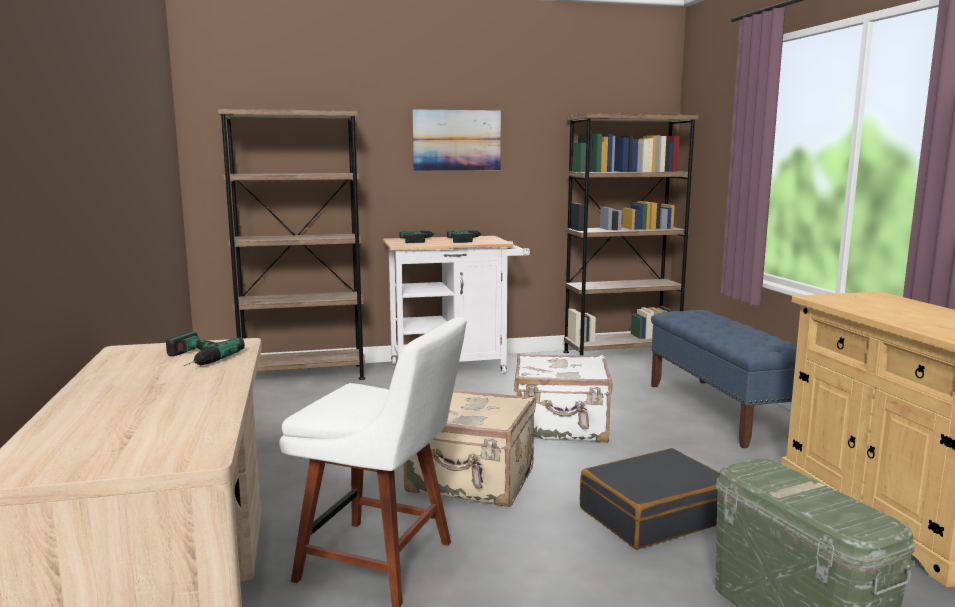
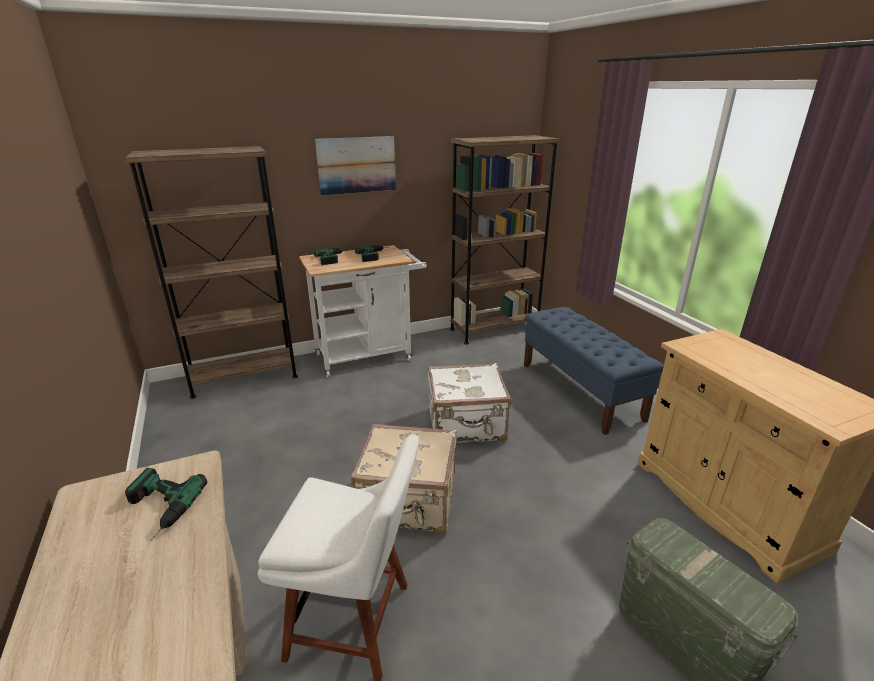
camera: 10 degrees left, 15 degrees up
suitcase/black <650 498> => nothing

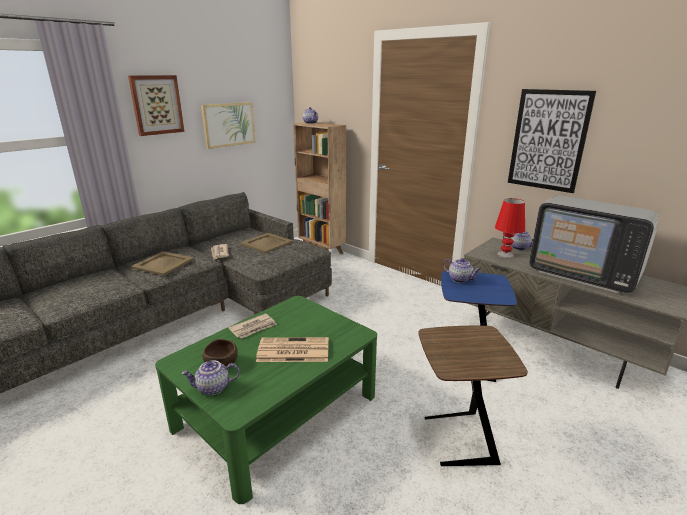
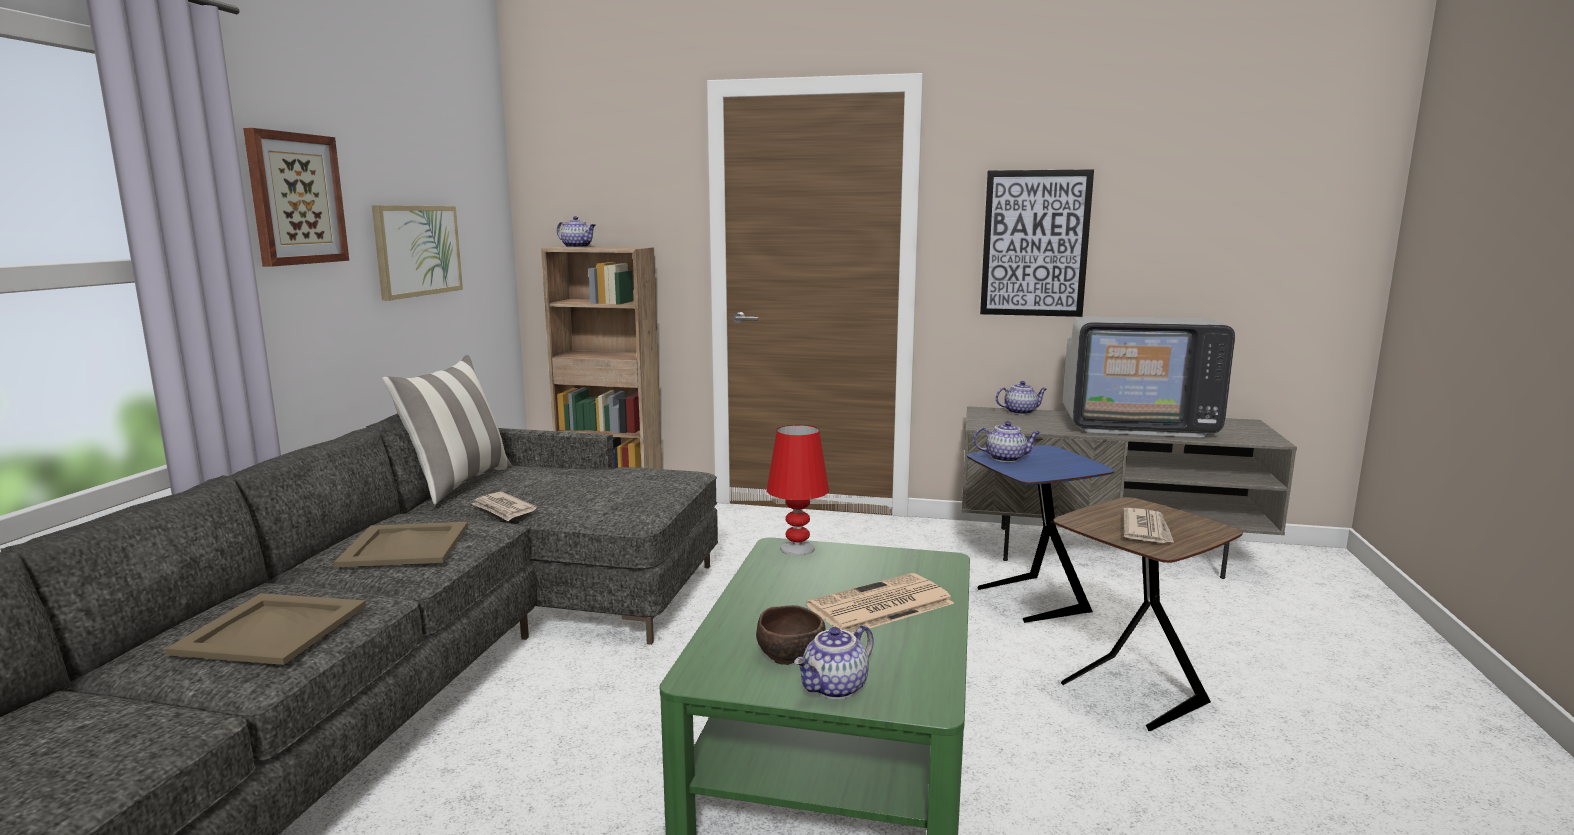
camera: 30 degrees left, 10 degrees down
tray/beige <266 243> => tray/beige <265 629>, shifted
nothing => pillow <447 430>
table lamp/reddish <510 228> => table lamp/reddish <798 490>, shifted
printed paper <252 326> => printed paper <1148 525>, shifted

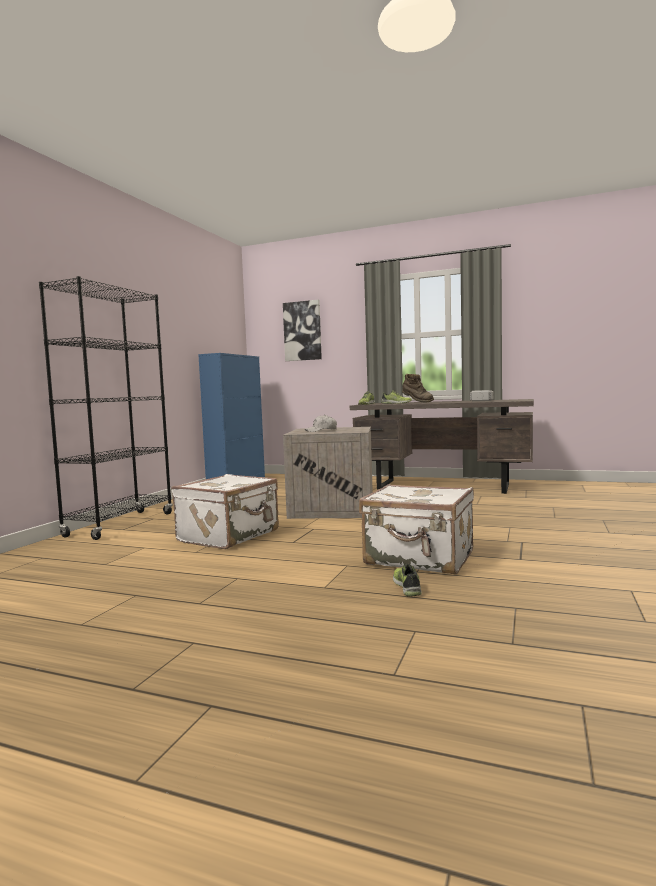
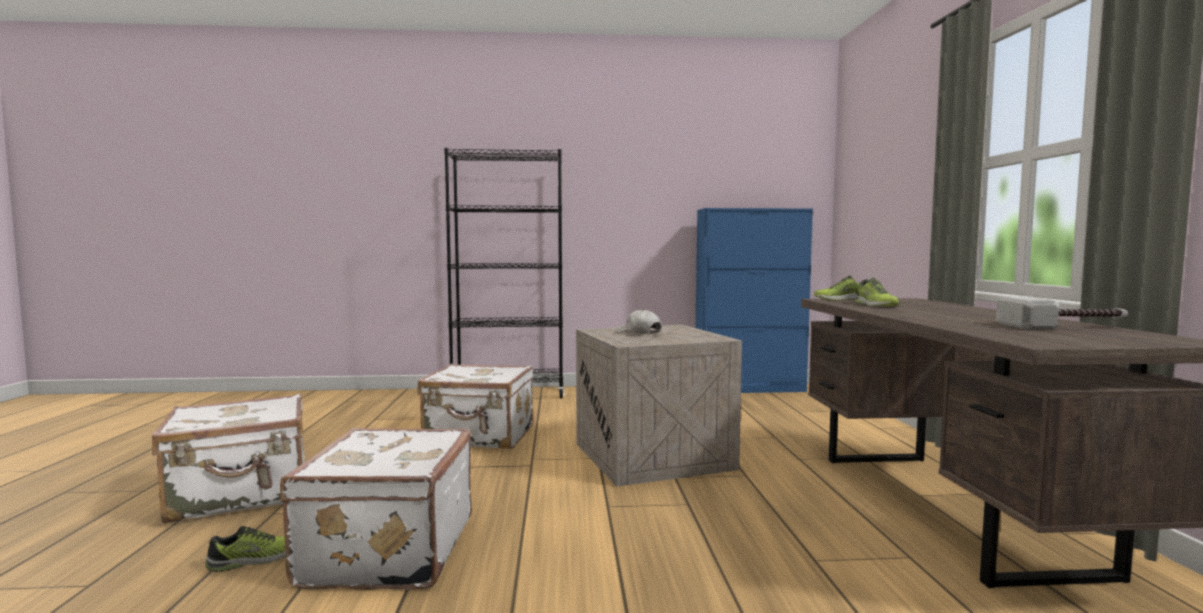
camera: 65 degrees right, 0 degrees up
nothing => suitcase/white <228 458>
picture <302 330> => nothing
tall boot/brown-coloured <418 388> => nothing

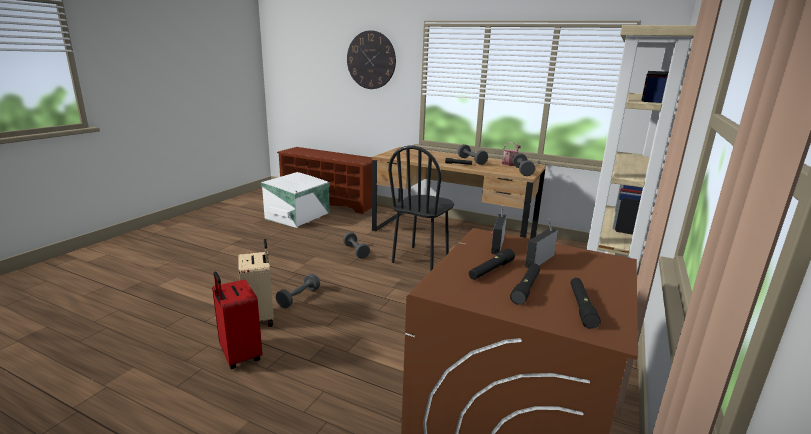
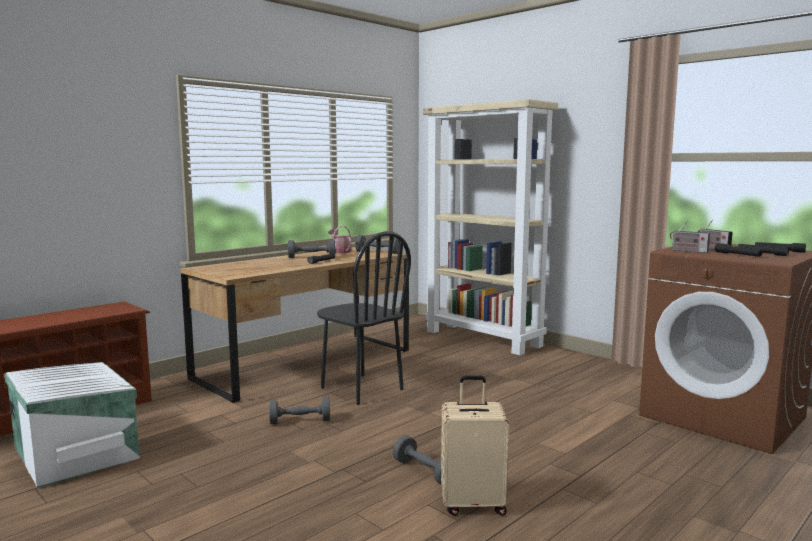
camera: 70 degrees left, 10 degrees down
suitcase/reddish <237 320> => nothing
clock on the wall <371 59> => nothing

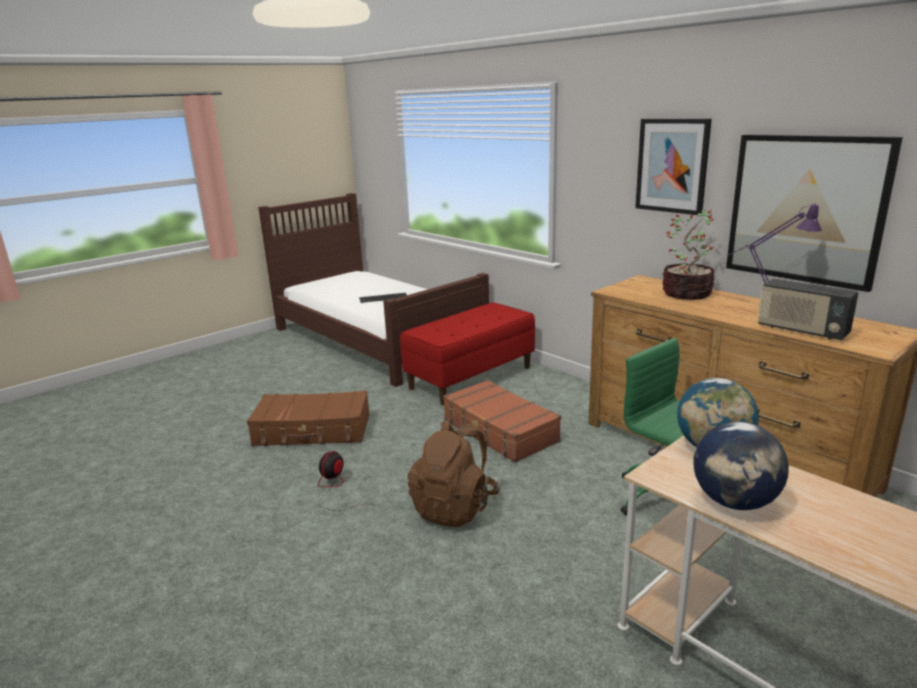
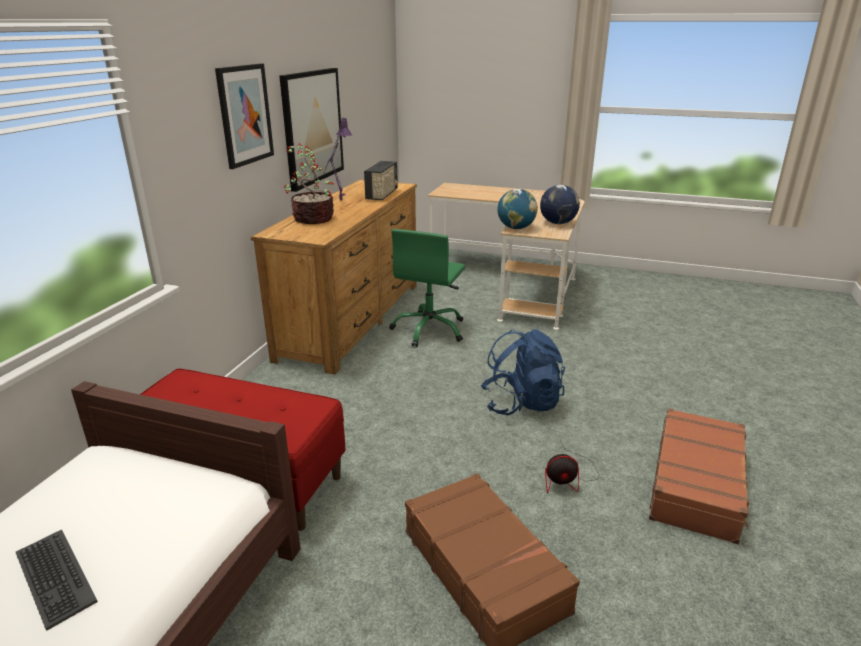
camera: 120 degrees left, 5 degrees up
backpack/brown-coloured <453 474> => backpack/bluish <523 372>
suitcase/brown-coloured <502 421> => suitcase/brown-coloured <699 476>, shifted

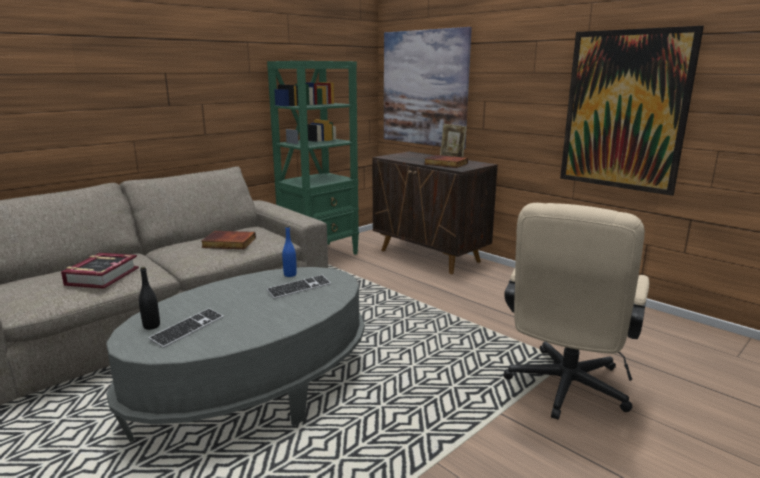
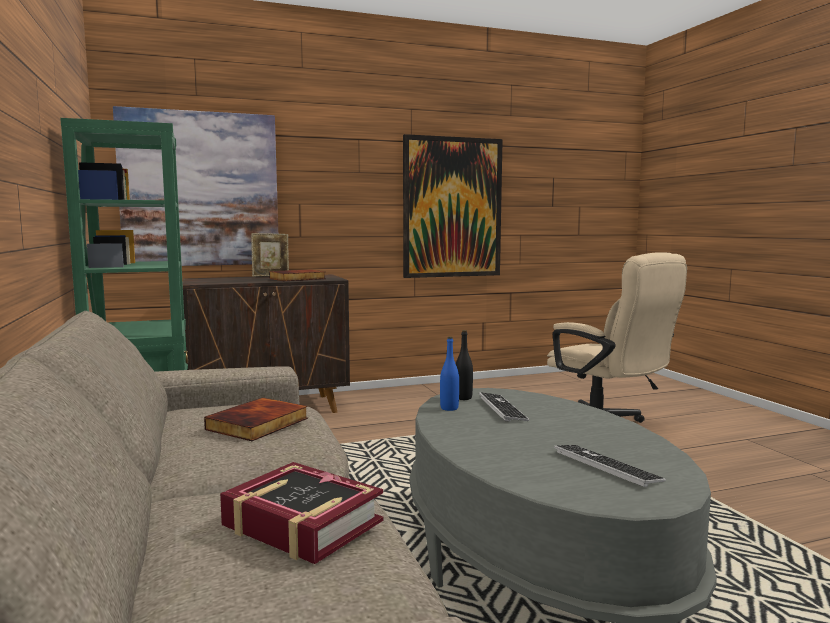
camera: 65 degrees left, 10 degrees down
bottle/black <149 298> => bottle/black <464 365>, shifted

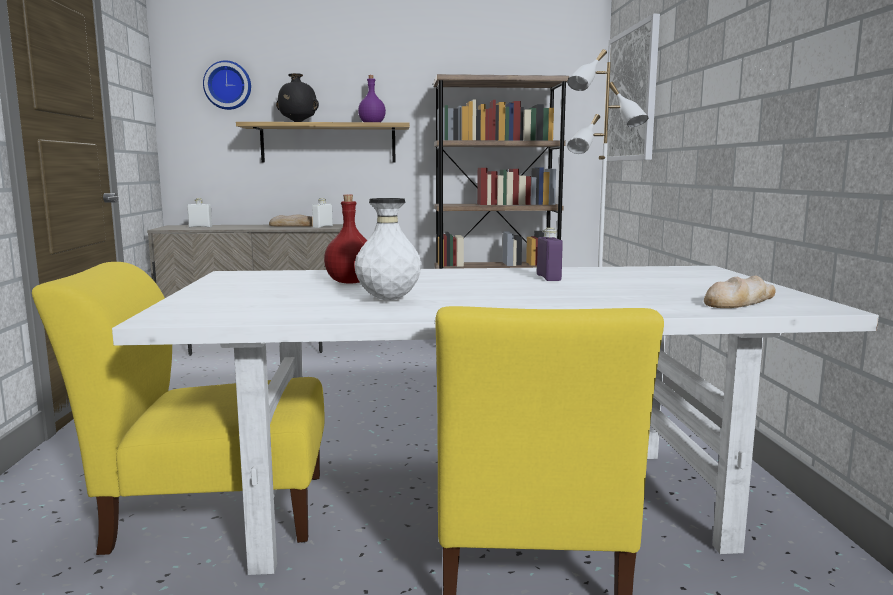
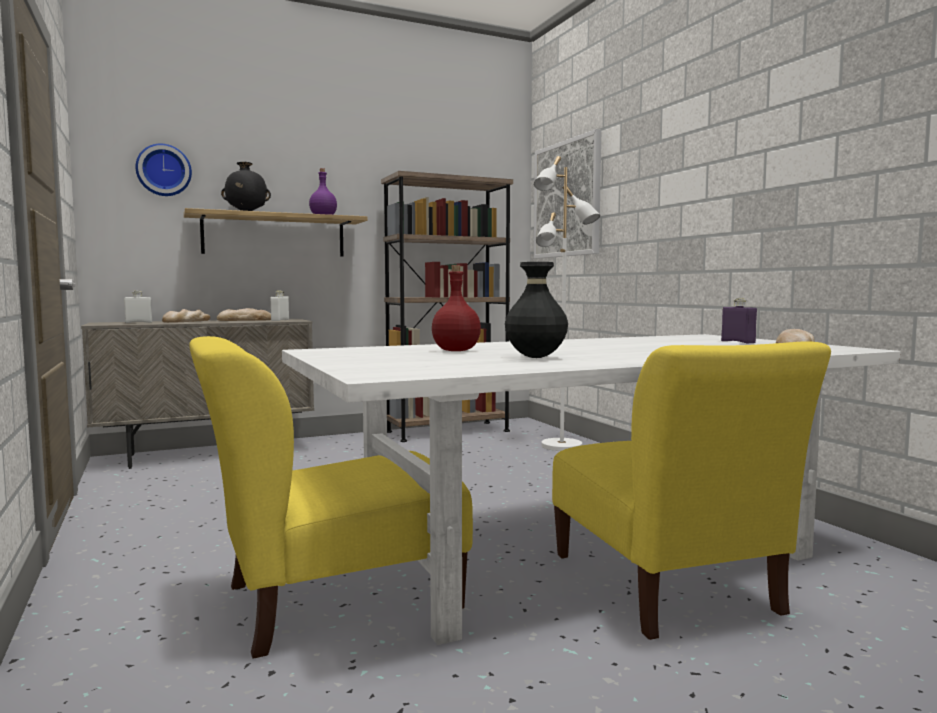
camera: 20 degrees left, 5 degrees down
nothing => bakery bread <186 316>
vase/white <388 249> => vase/black <536 310>
bottle/purplish <550 254> => bottle/purplish <739 320>, shifted

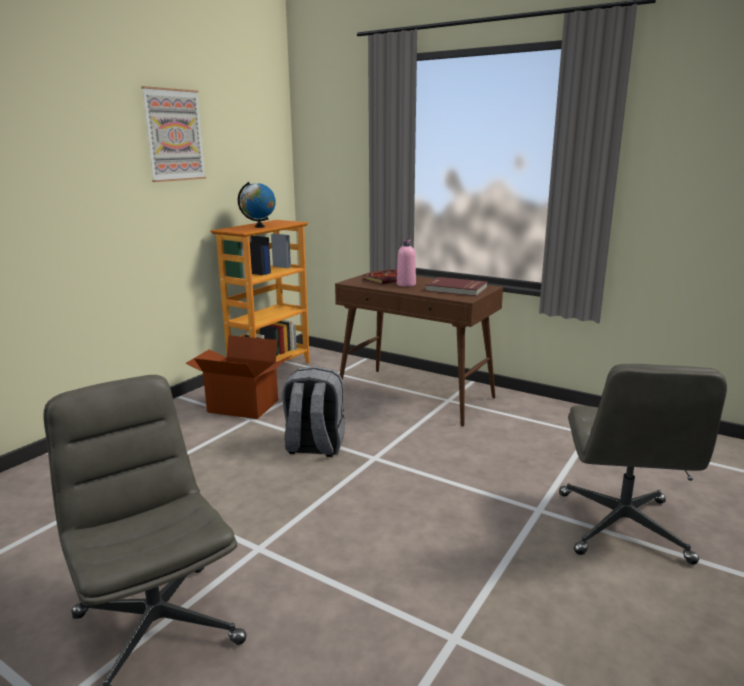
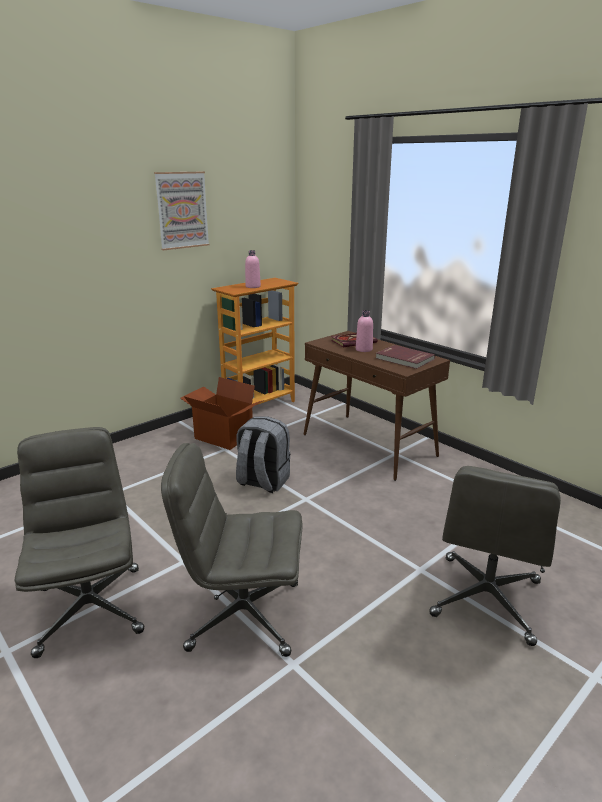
camera: 15 degrees right, 5 degrees up
nothing => computer chair/greyish <232 550>
globe <257 205> => bottle/pink-coloured <253 269>

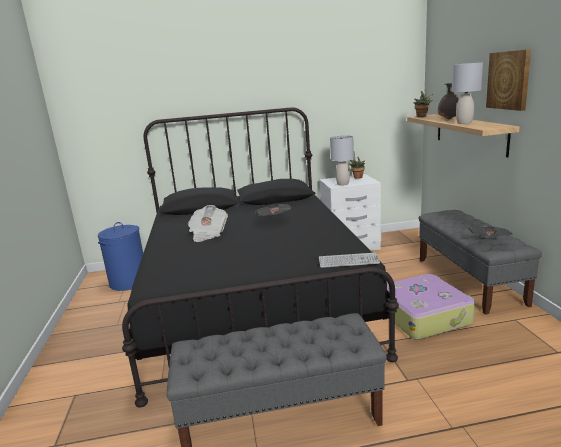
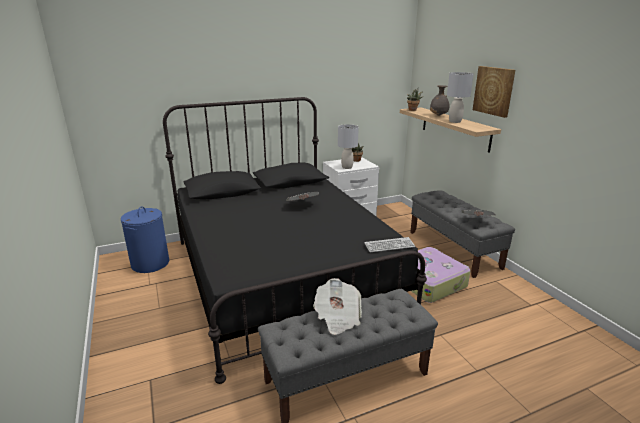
camera: 15 degrees left, 5 degrees up
printed paper <208 223> => printed paper <337 306>, shifted

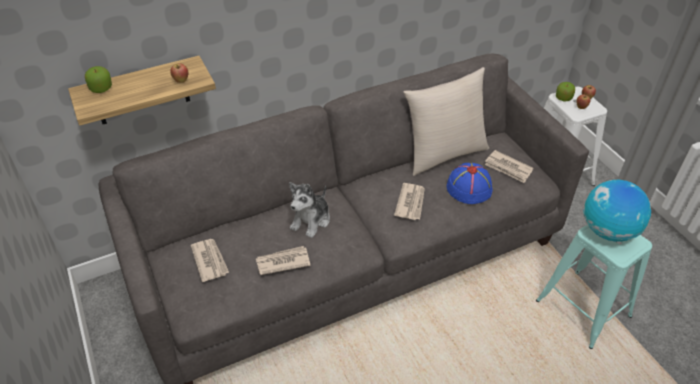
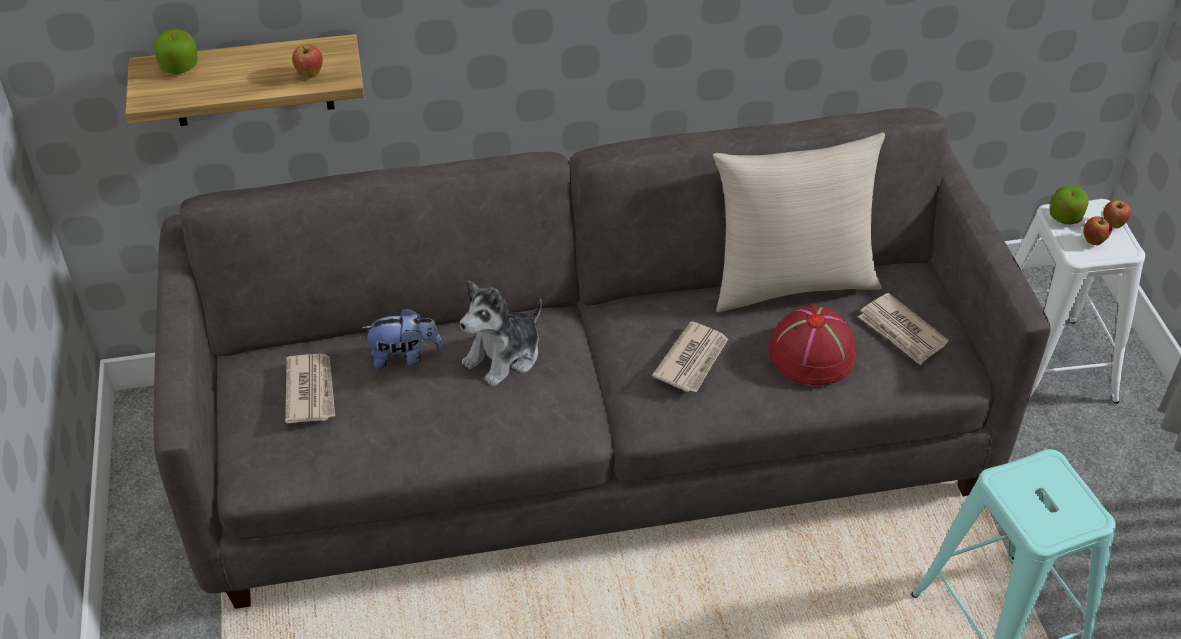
camera: 15 degrees right, 0 degrees up
nothing => soft toy <401 339>
wearable hat/bluish <470 183> => wearable hat/reddish <812 345>
printed paper <283 260> => nothing
globe <617 210> => nothing

